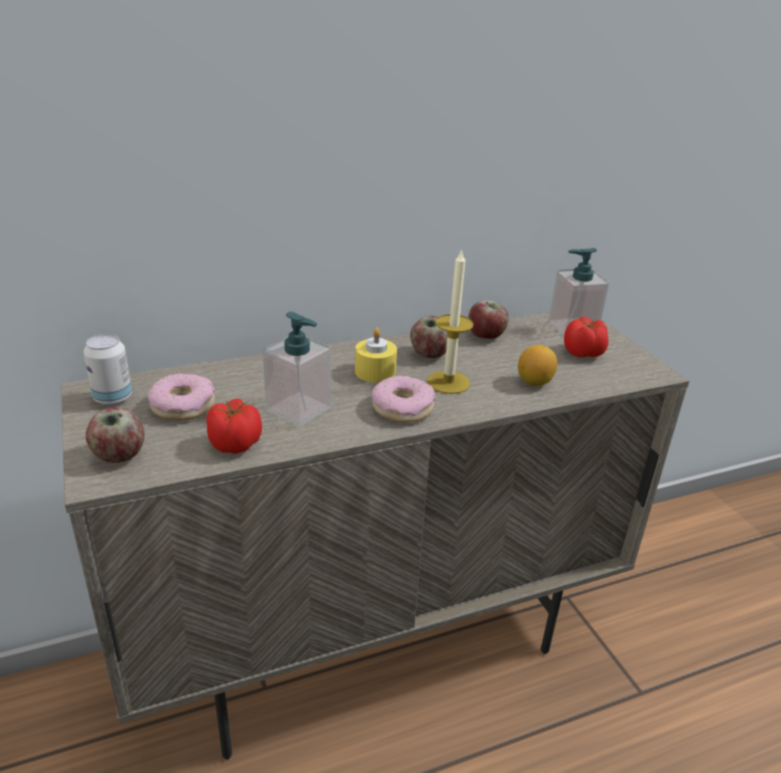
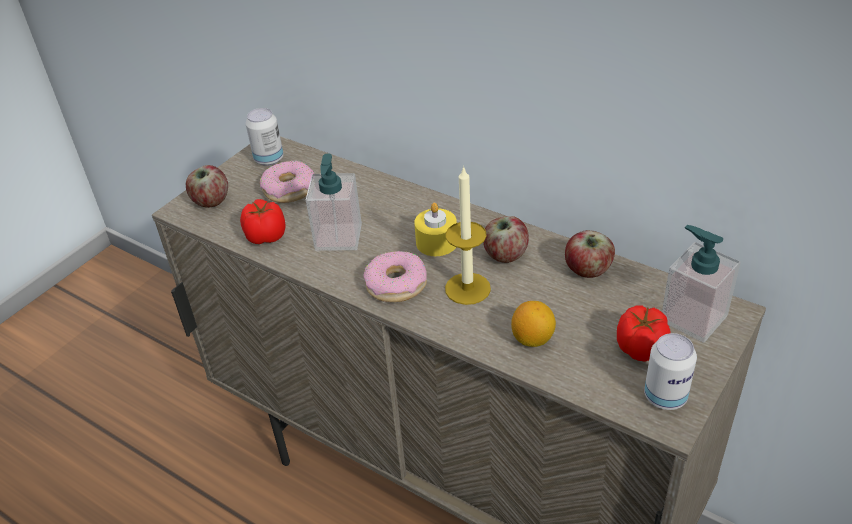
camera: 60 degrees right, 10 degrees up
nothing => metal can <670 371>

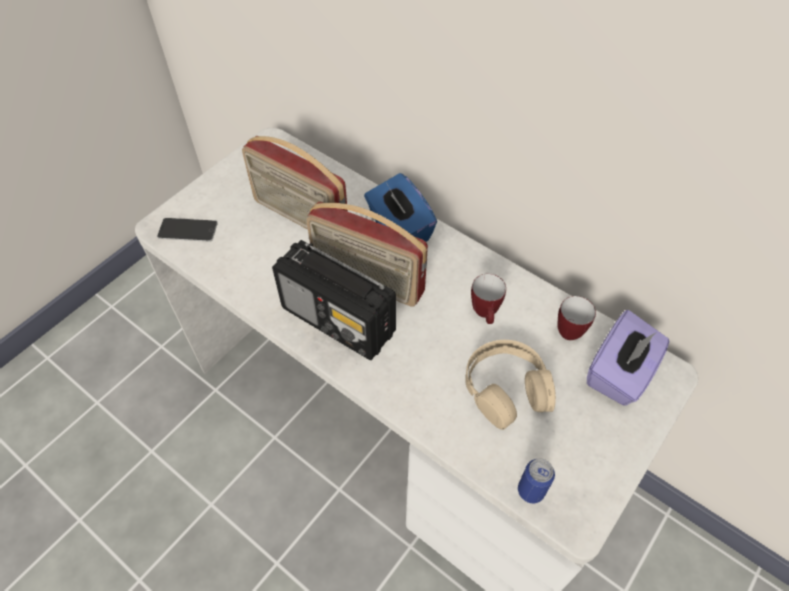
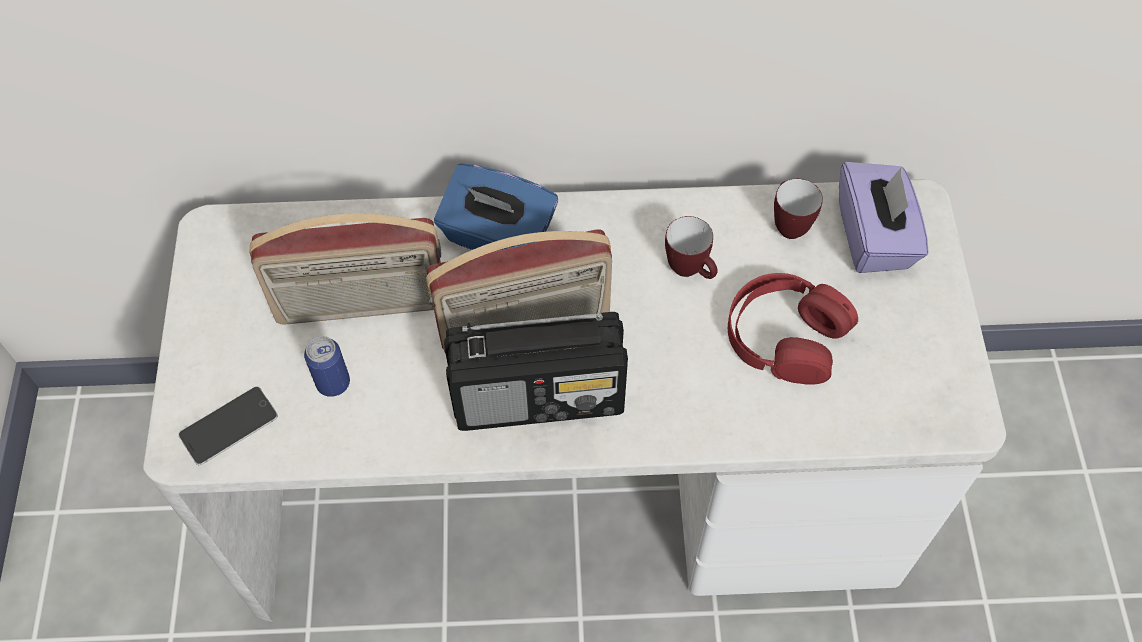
camera: 40 degrees left, 5 degrees up
metal can <536 481> => metal can <327 366>, shifted
headset/beige <510 385> => headset/reddish <793 329>

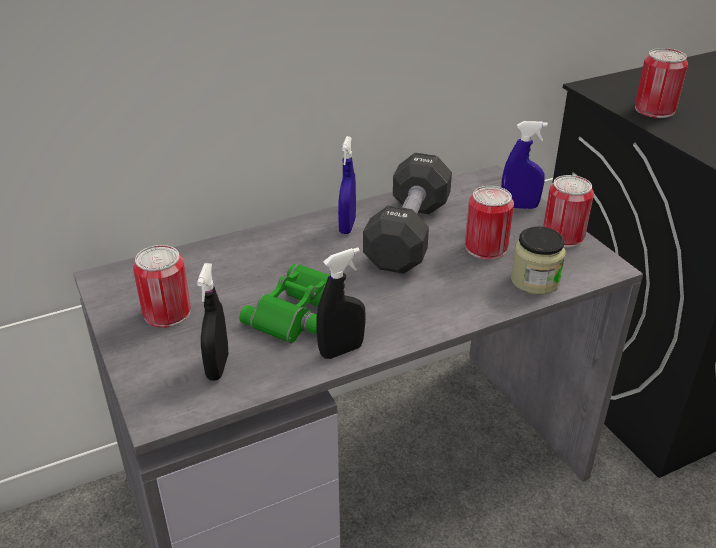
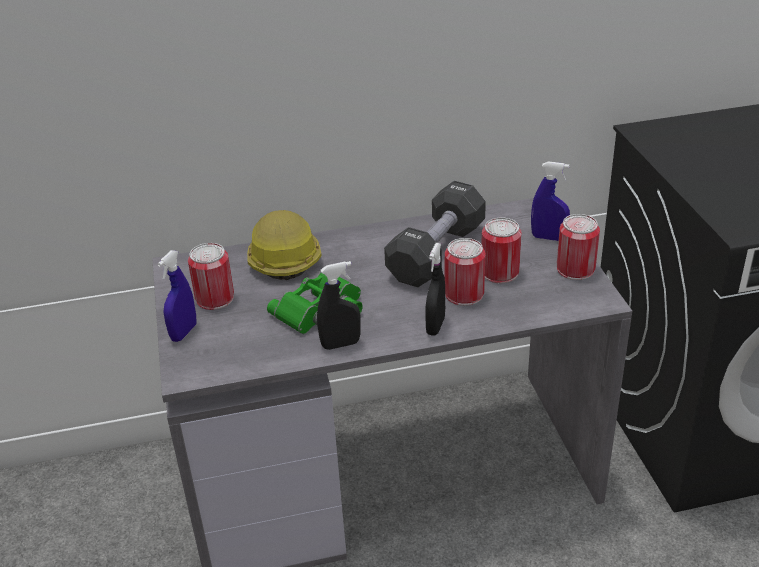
camera: 15 degrees right, 0 degrees up
hand sprayer/bluish <347 185> => hand sprayer/bluish <177 296>, shifted
nothing => work helmet <284 245>
hand sprayer/black <212 322> => hand sprayer/black <435 289>, shifted
metal can <661 83> => metal can <465 272>, shifted
preserve jar <538 261> => nothing

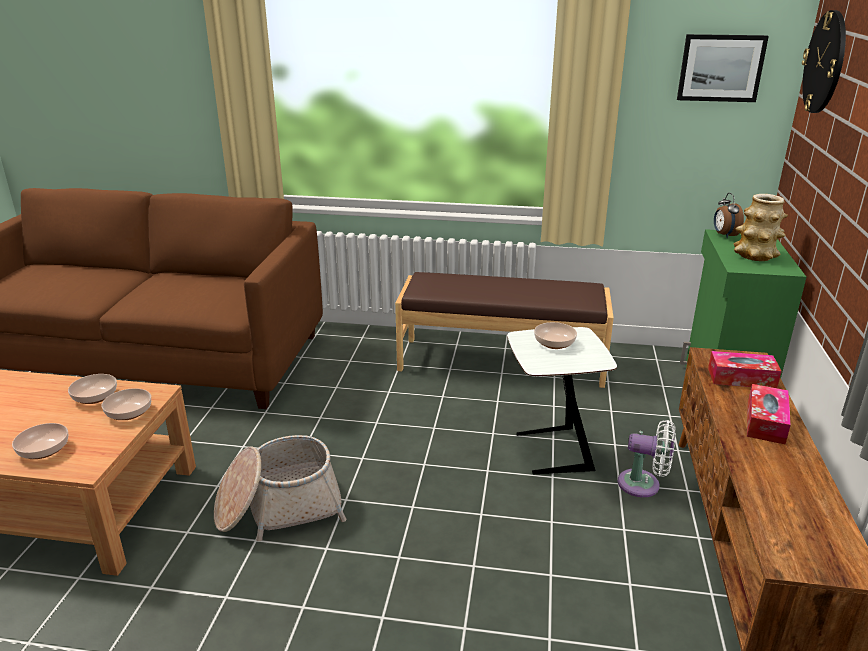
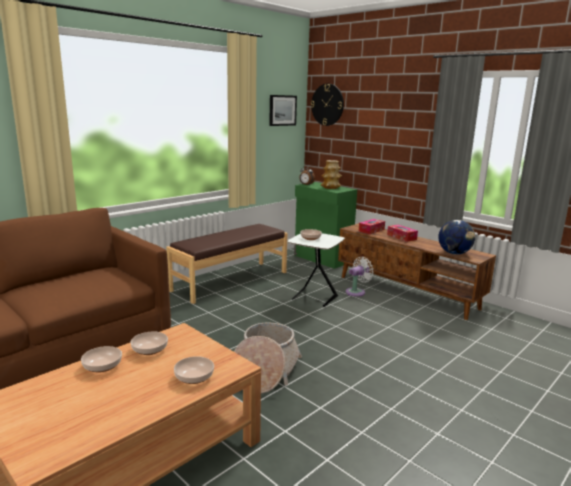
camera: 55 degrees left, 10 degrees down
deep dish <126 404> => deep dish <101 359>, shifted
nothing => globe <456 237>

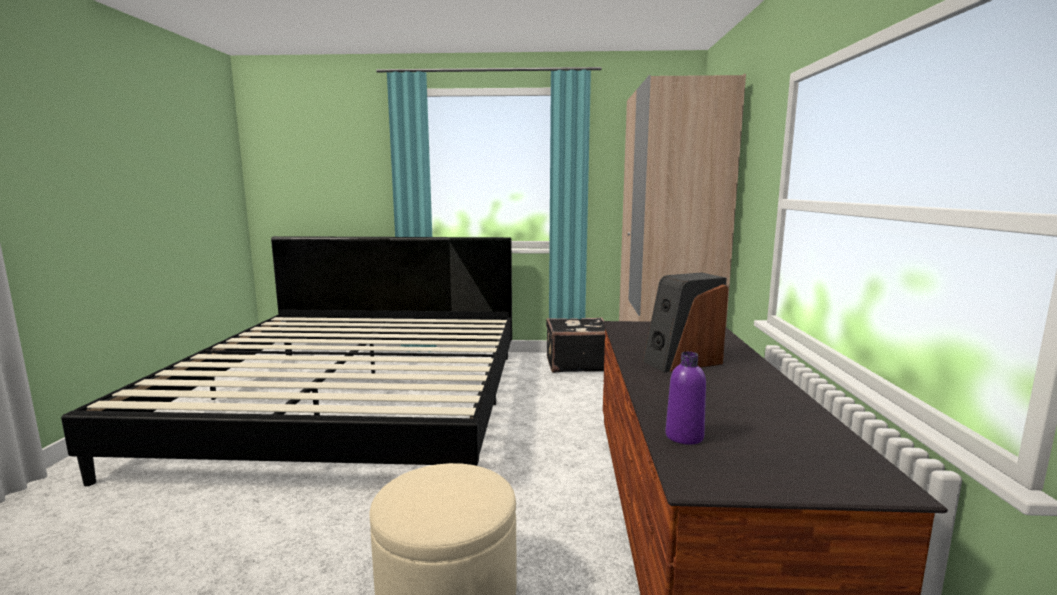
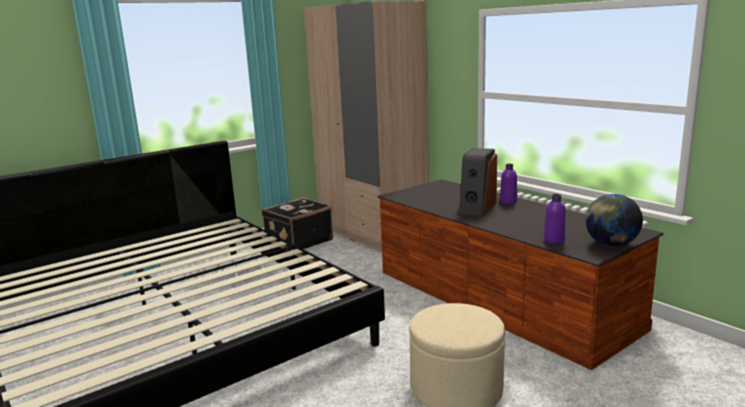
camera: 40 degrees left, 5 degrees up
nothing => bottle/purplish <508 184>
nothing => globe <614 220>

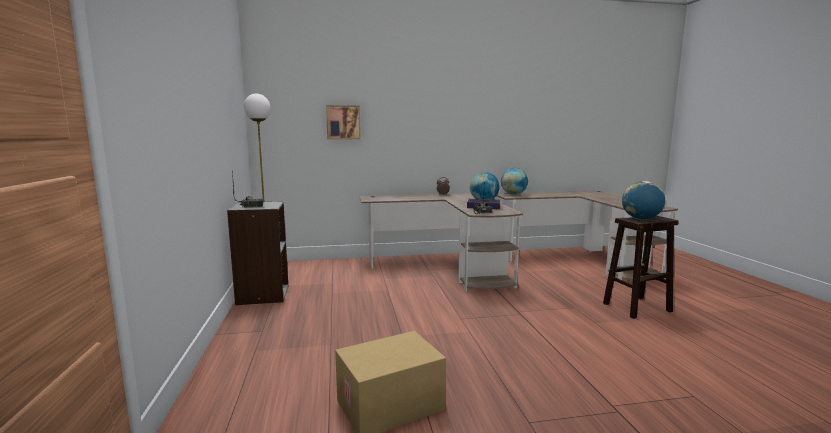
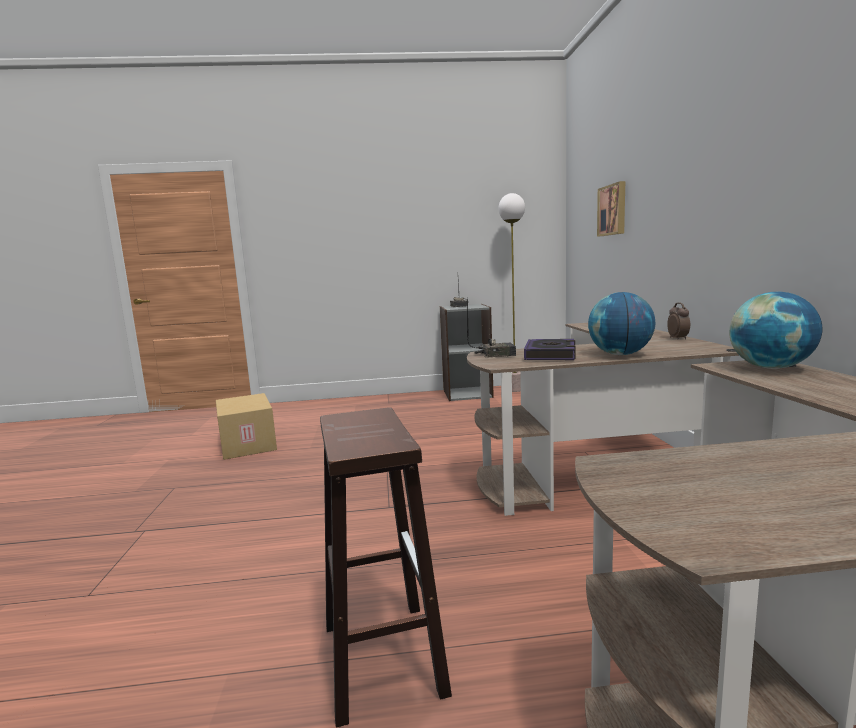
camera: 95 degrees right, 0 degrees up
globe <643 200> => nothing

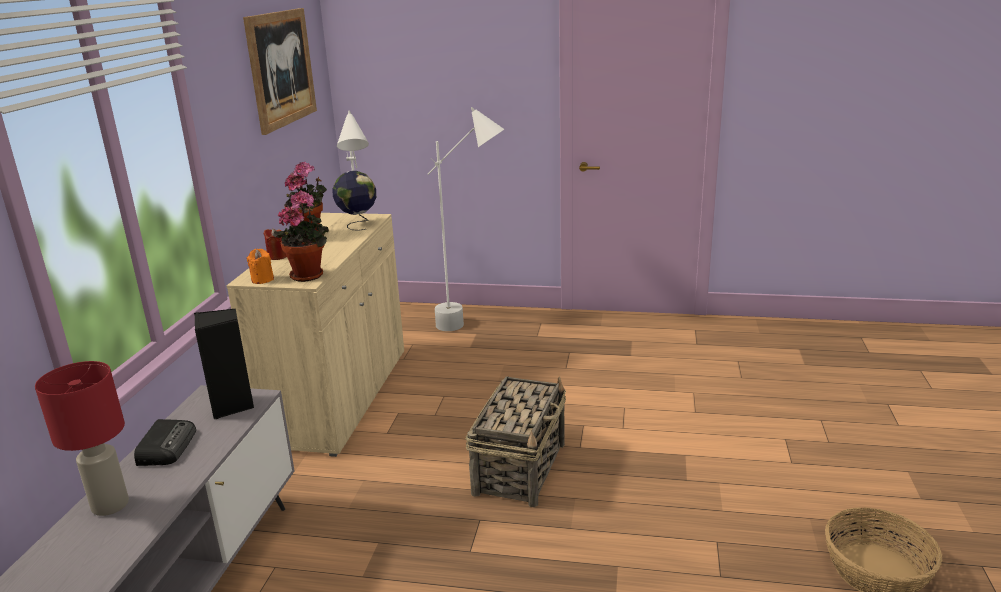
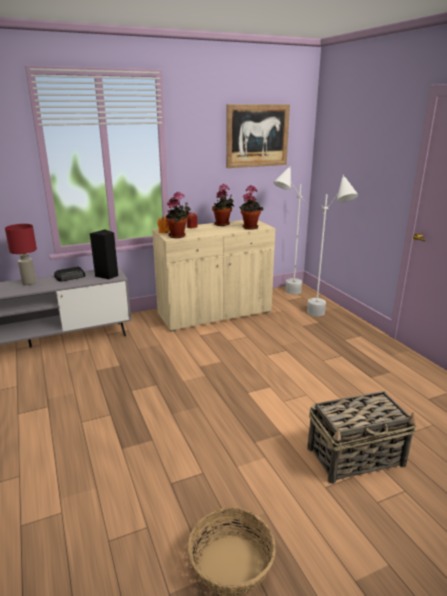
camera: 55 degrees right, 0 degrees up
globe <354 201> => potted plant <251 207>
basket <515 441> => basket <362 437>, shifted

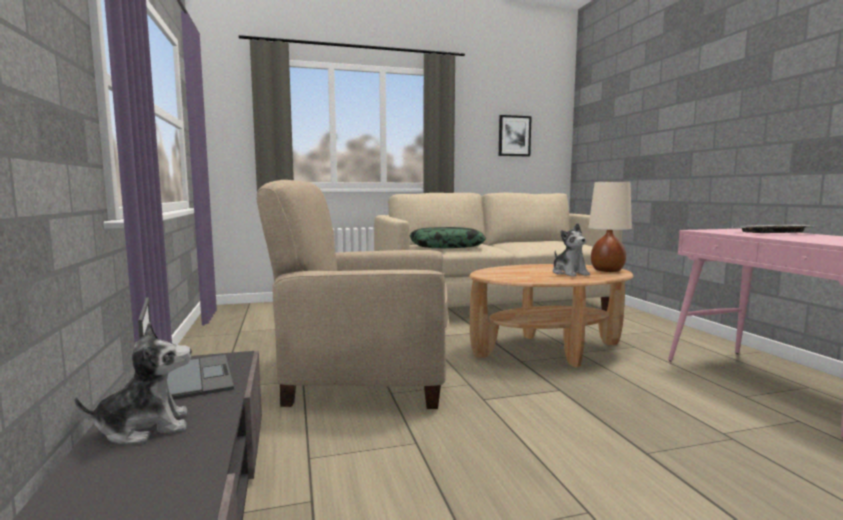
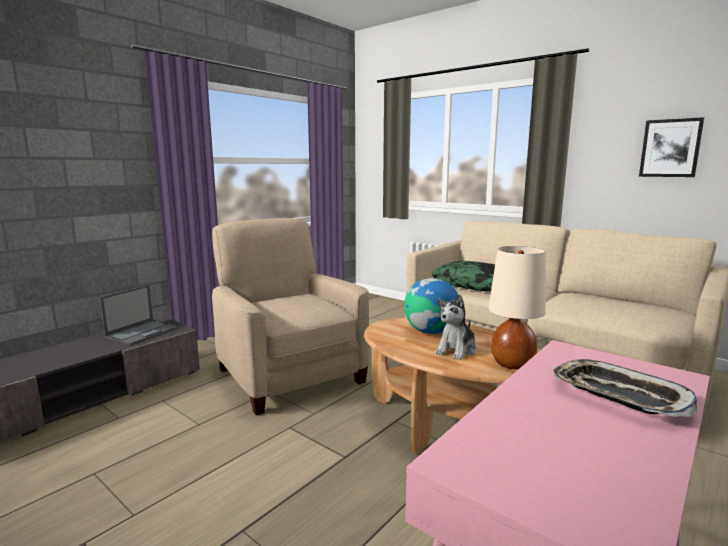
camera: 55 degrees right, 5 degrees up
nothing => globe <431 306>
soft toy <132 383> => nothing

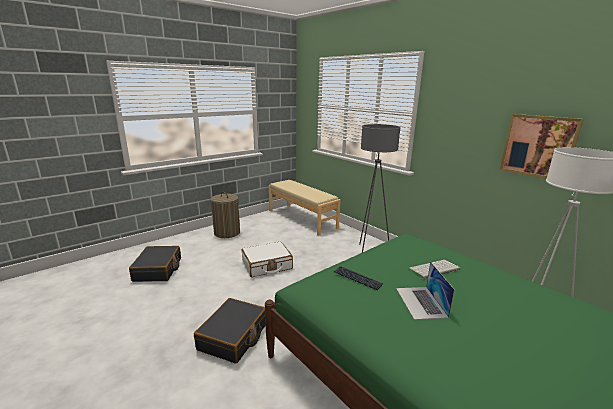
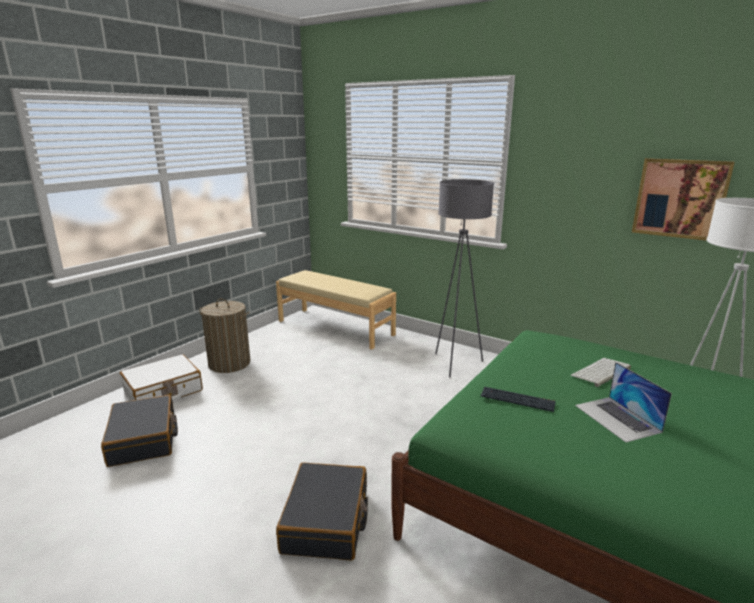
camera: 15 degrees left, 0 degrees up
suitcase/white <267 259> => suitcase/white <161 378>, shifted

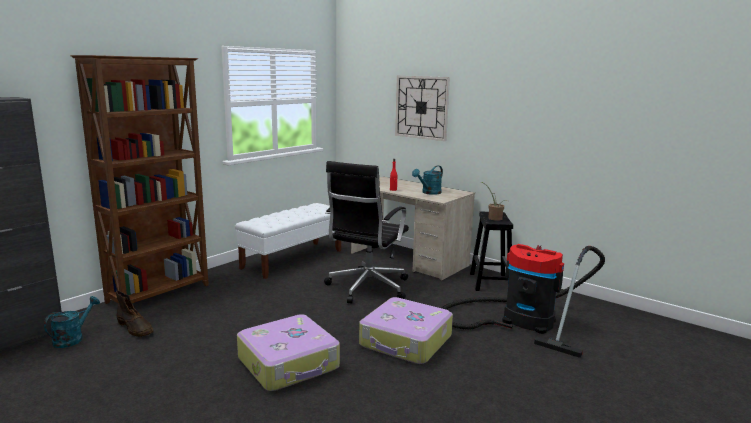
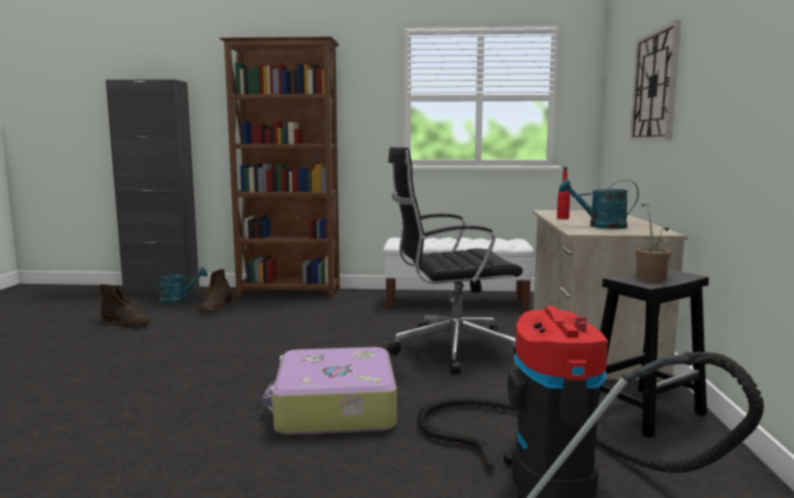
camera: 55 degrees right, 5 degrees down
nothing => tall boot/brown-coloured <125 305>
suitcase <288 352> => nothing

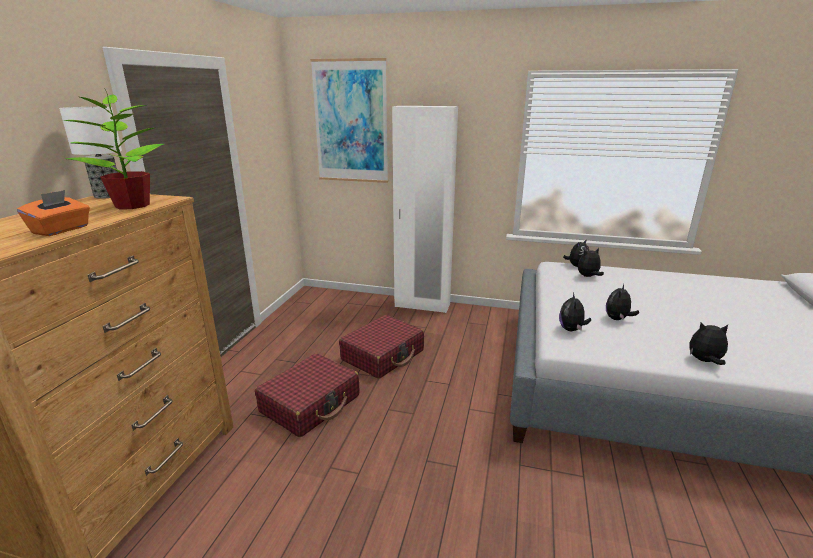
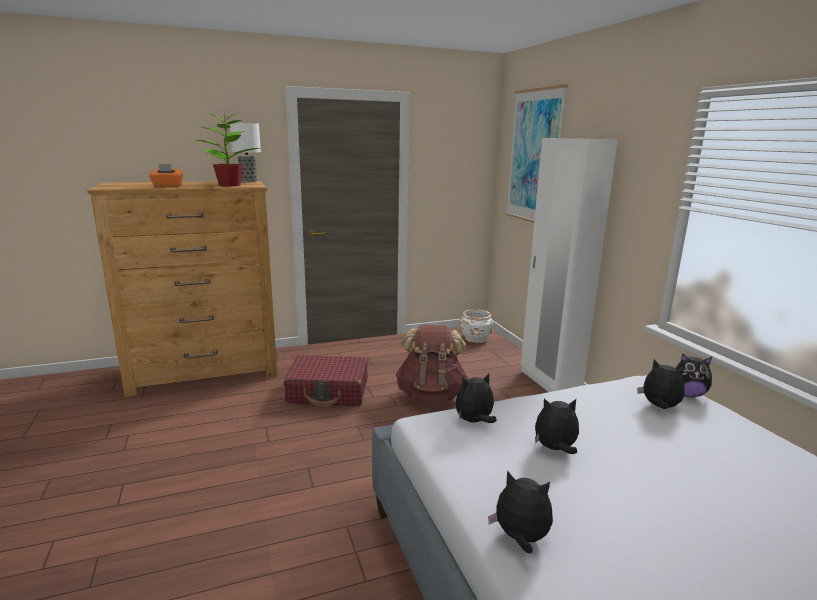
camera: 55 degrees right, 5 degrees down
suitcase/reddish <381 347> => backpack/brown-coloured <432 364>
nothing => plant pot/white <476 326>
soft toy <709 344> => soft toy <520 511>, 45 degrees counterclockwise

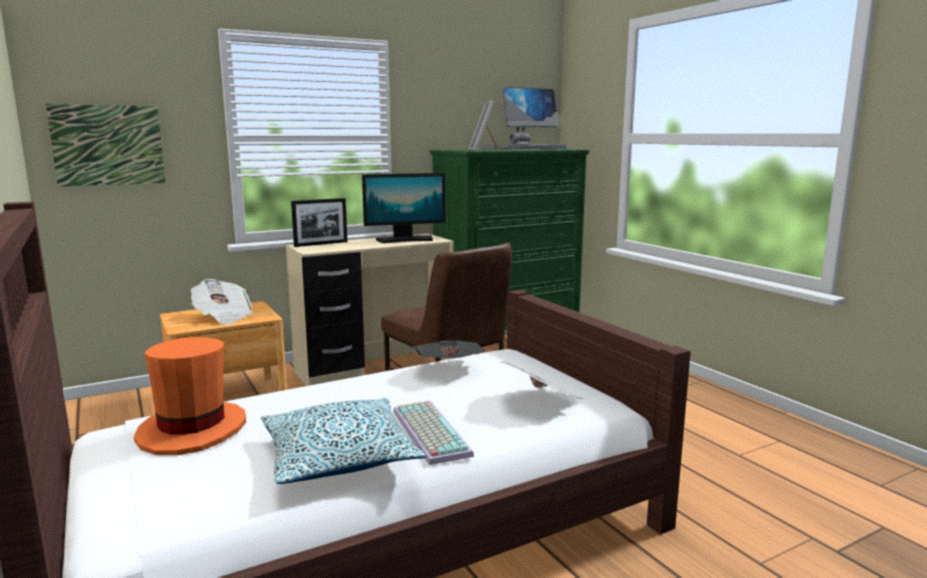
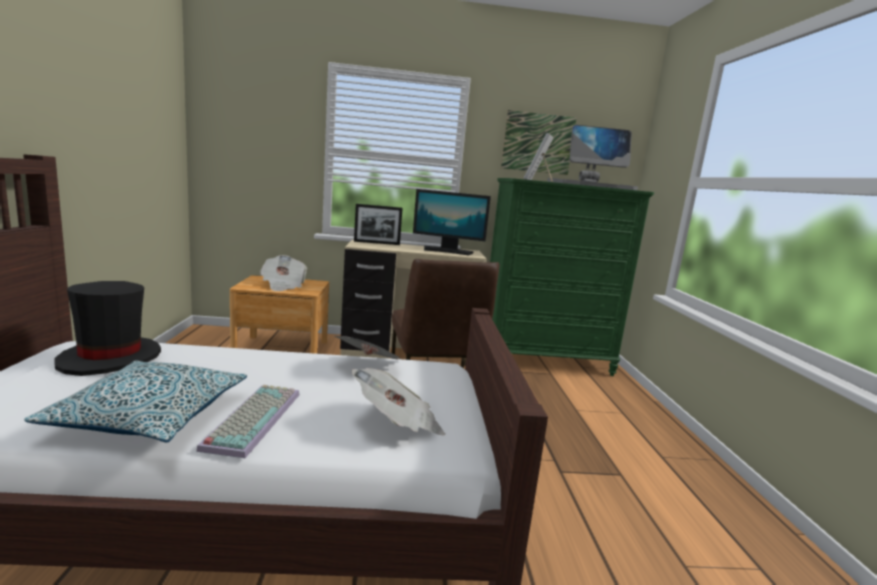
camera: 25 degrees right, 0 degrees up
wearable hat/orange <190 396> => wearable hat/black <108 328>
picture <106 145> => picture <539 142>, shifted

